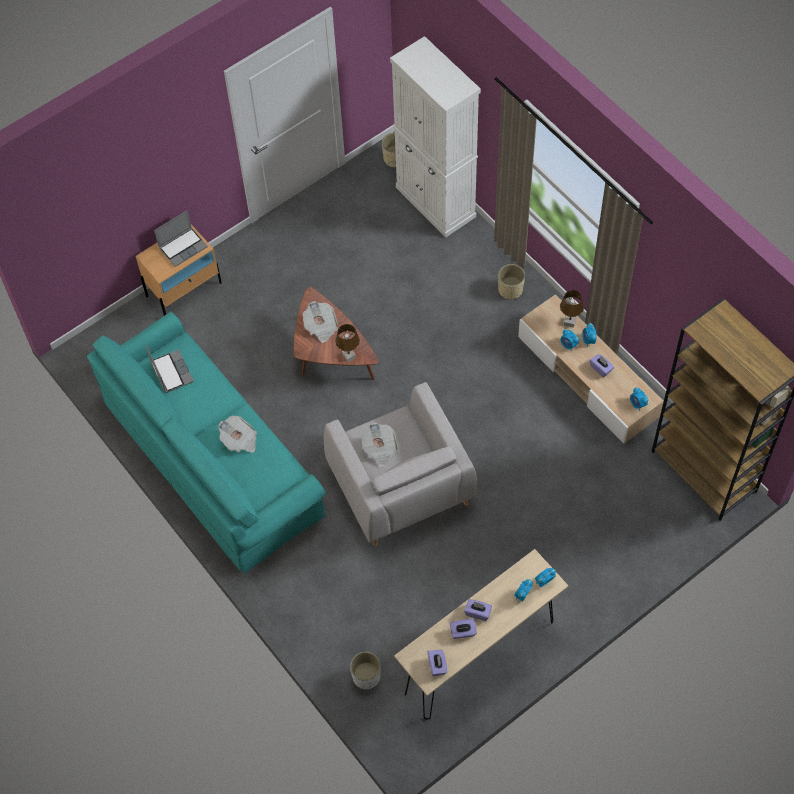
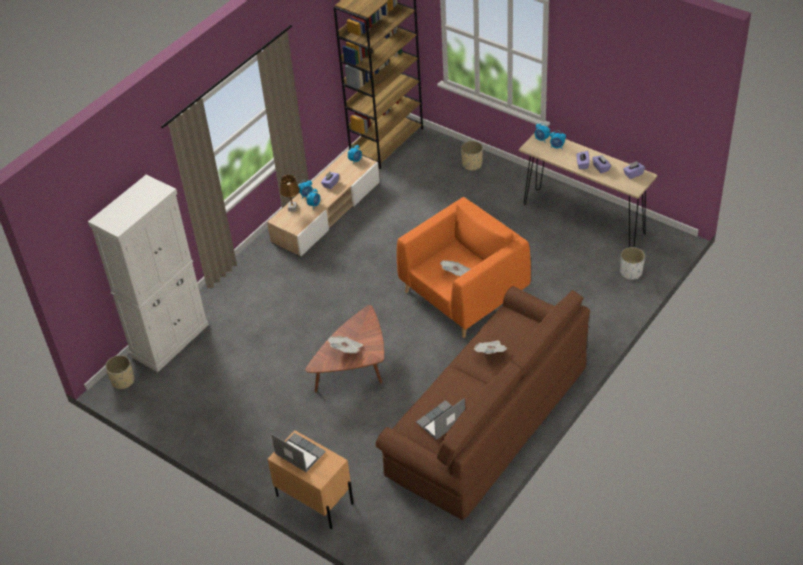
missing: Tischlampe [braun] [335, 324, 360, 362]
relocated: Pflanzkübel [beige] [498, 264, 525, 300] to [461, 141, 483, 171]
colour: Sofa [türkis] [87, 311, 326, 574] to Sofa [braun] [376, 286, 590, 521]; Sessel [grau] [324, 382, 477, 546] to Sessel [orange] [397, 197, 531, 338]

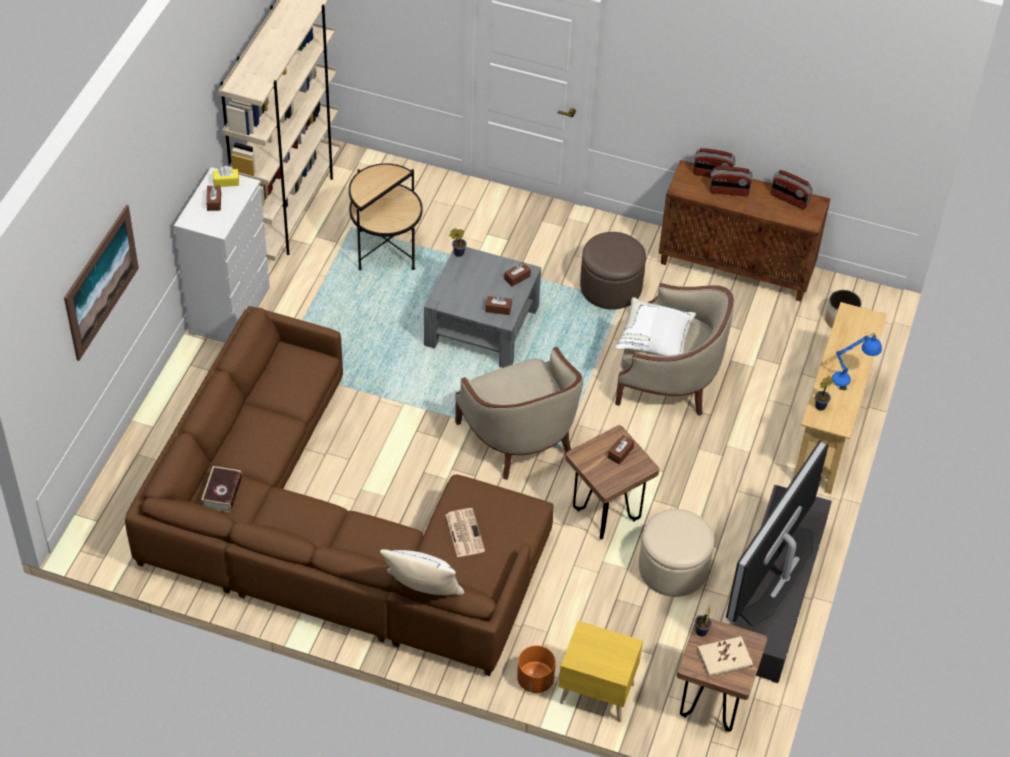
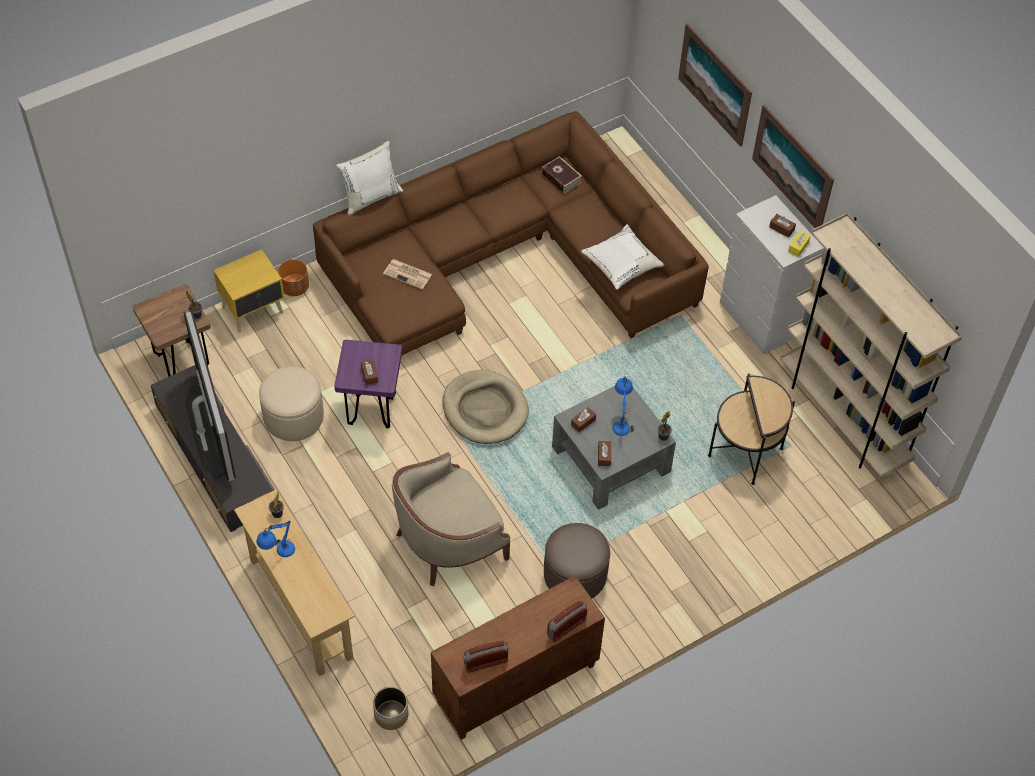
missing: Radio [710, 166, 753, 196]; Buch [beige] [697, 636, 753, 677]
appeared: Bild [752, 105, 834, 228]; Tischlampe [blau] [613, 376, 634, 437]
relocated: Kissen [weiß] [615, 297, 696, 356] to [581, 224, 664, 290]
exchanged: Sessel [beige] [455, 347, 583, 480] to Hundebett [beige] [443, 370, 529, 444]
colour: Hocker [braun] [565, 425, 659, 539] to Hocker [lila] [334, 340, 402, 428]

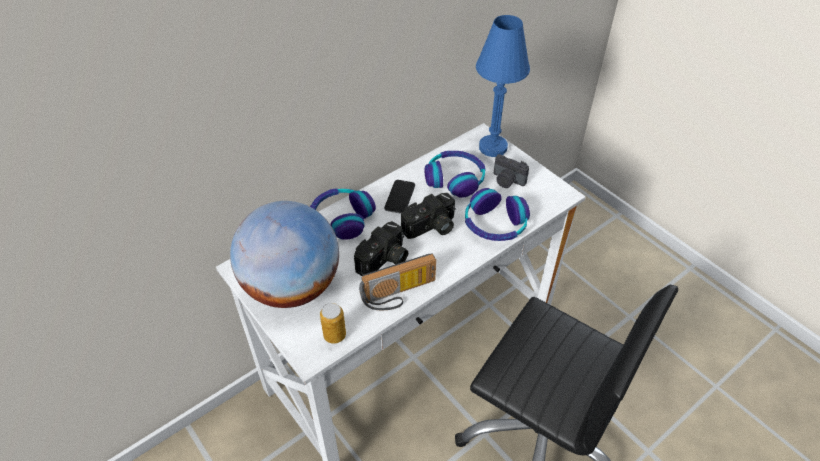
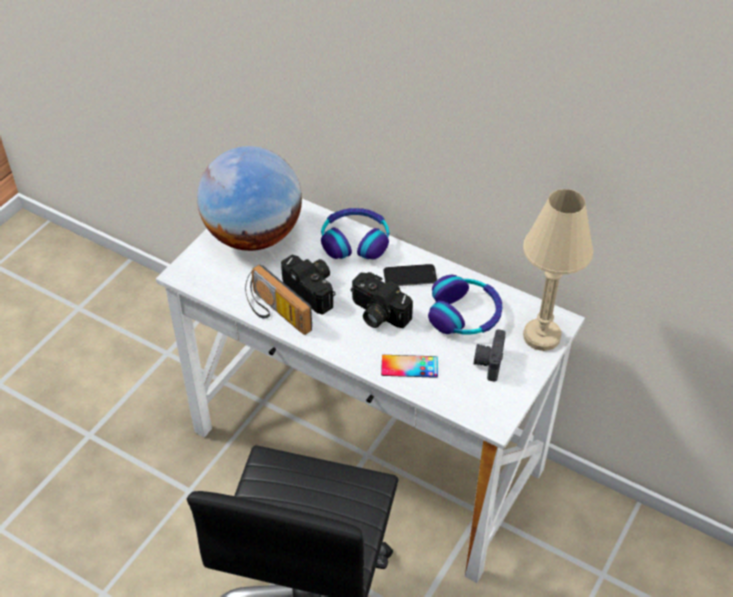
missing: Dose [320, 303, 346, 344]
exchanged: Kopfhörer [465, 188, 530, 241] to Handy [381, 355, 438, 378]
colour: Tischlampe [blau] [476, 15, 530, 157] to Tischlampe [beige] [523, 189, 593, 351]
spun: Kamera [354, 221, 408, 276] = [281, 255, 335, 315] 150 degrees counterclockwise

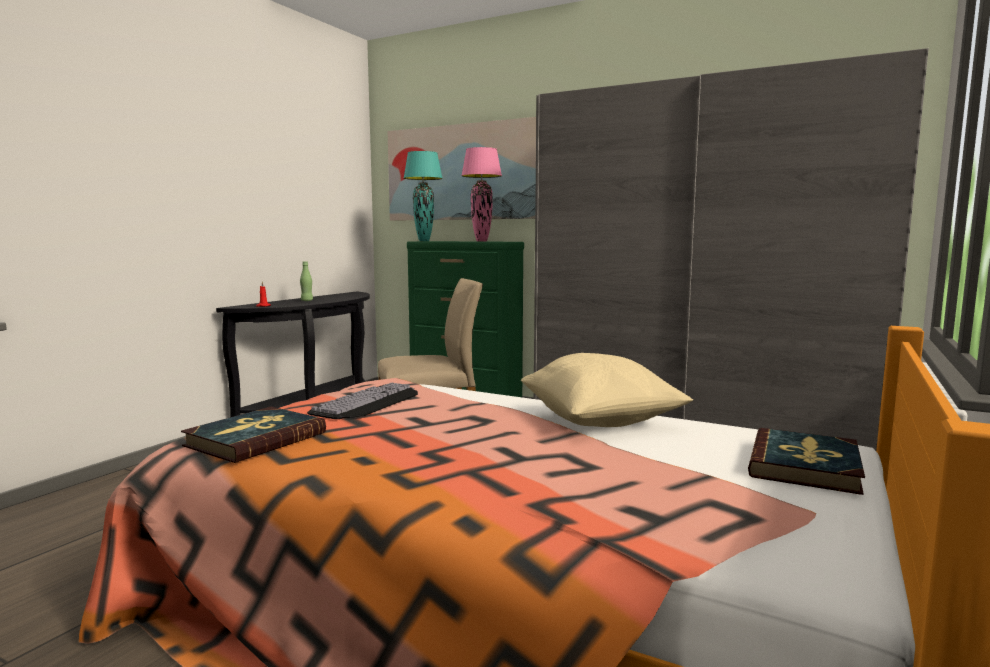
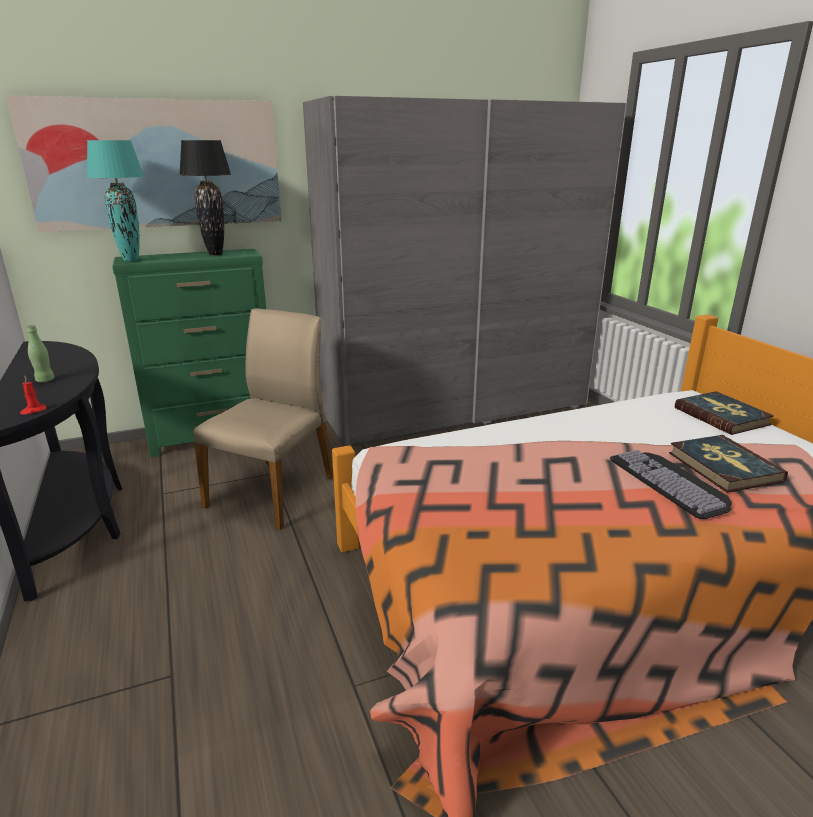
missing: Kissen [beige] [521, 353, 693, 427]
relocated: Tastatur [307, 383, 418, 419] to [610, 450, 732, 519]; Buch [181, 407, 326, 463] to [669, 435, 788, 493]
colour: Tischlampe [rosa] [461, 147, 502, 241] to Tischlampe [schwarz] [179, 140, 231, 256]

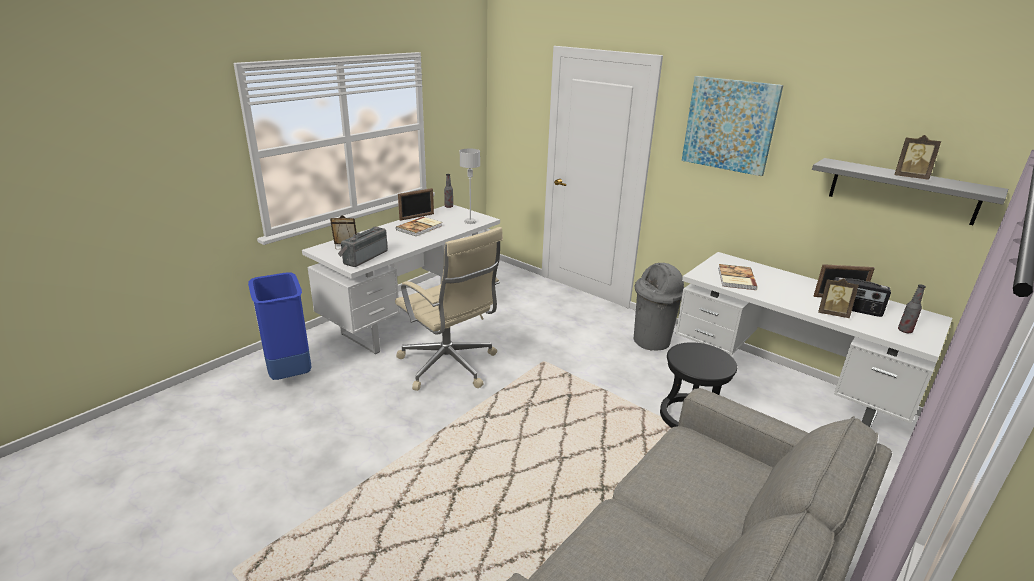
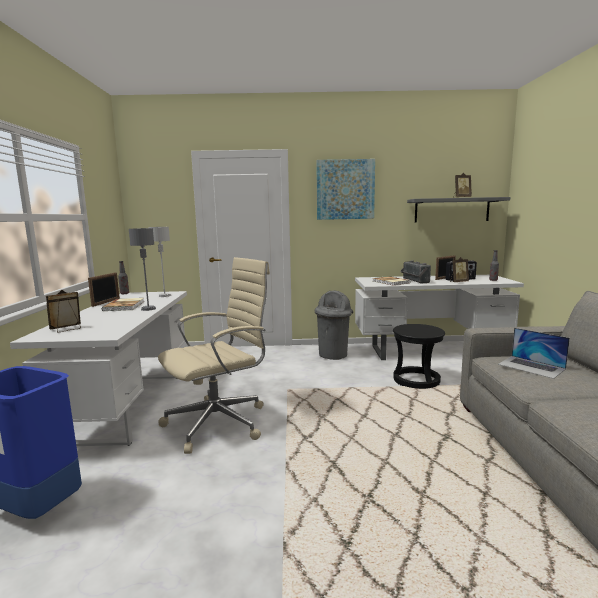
appeared: Tischlampe [grau] [129, 228, 156, 311]; Laptop [498, 328, 570, 379]
relocated: Radio [338, 227, 388, 267] to [401, 261, 431, 283]
spun: Bürostuhl [beige] [395, 227, 503, 391] = [158, 257, 270, 454] 45 degrees counterclockwise

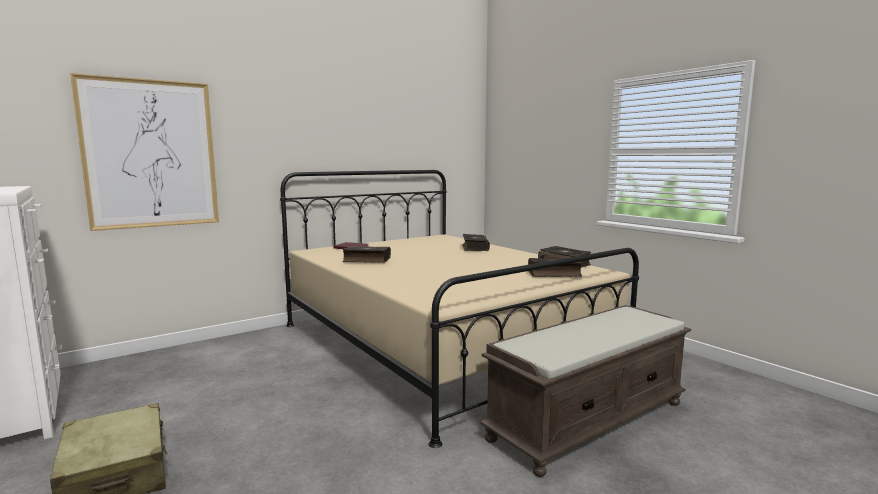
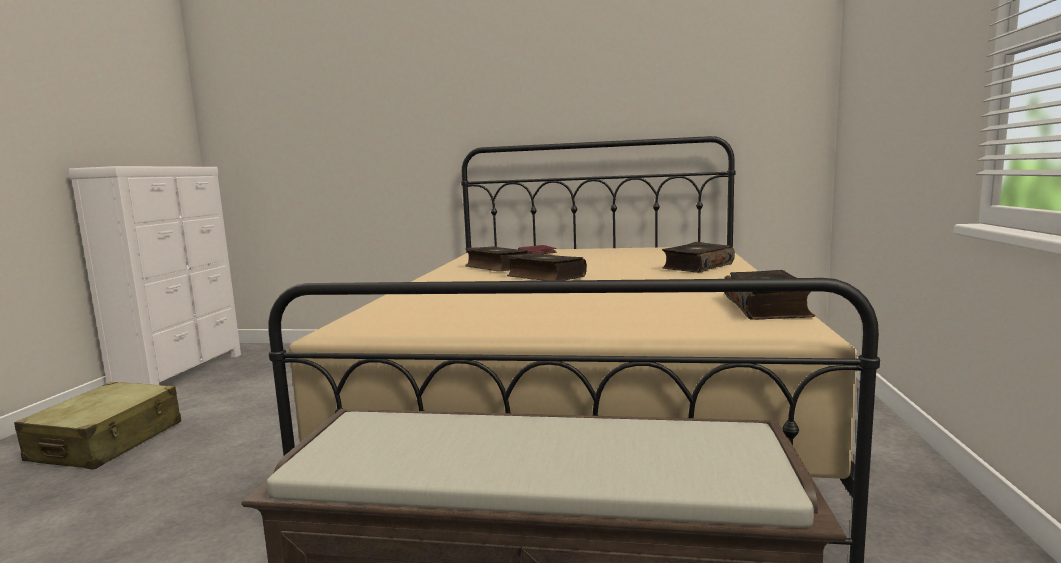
missing: Bild [70, 73, 219, 231]
relocated: Buch [528, 258, 583, 277] to [507, 253, 587, 281]

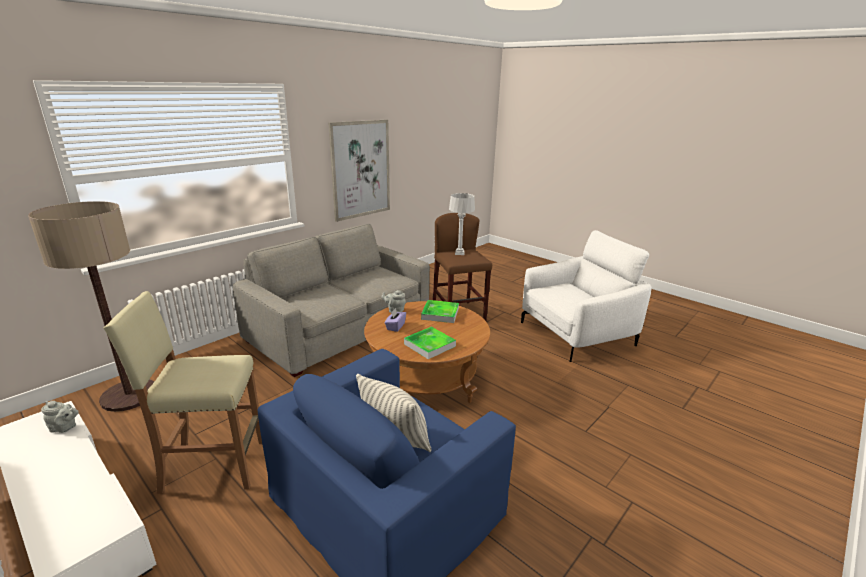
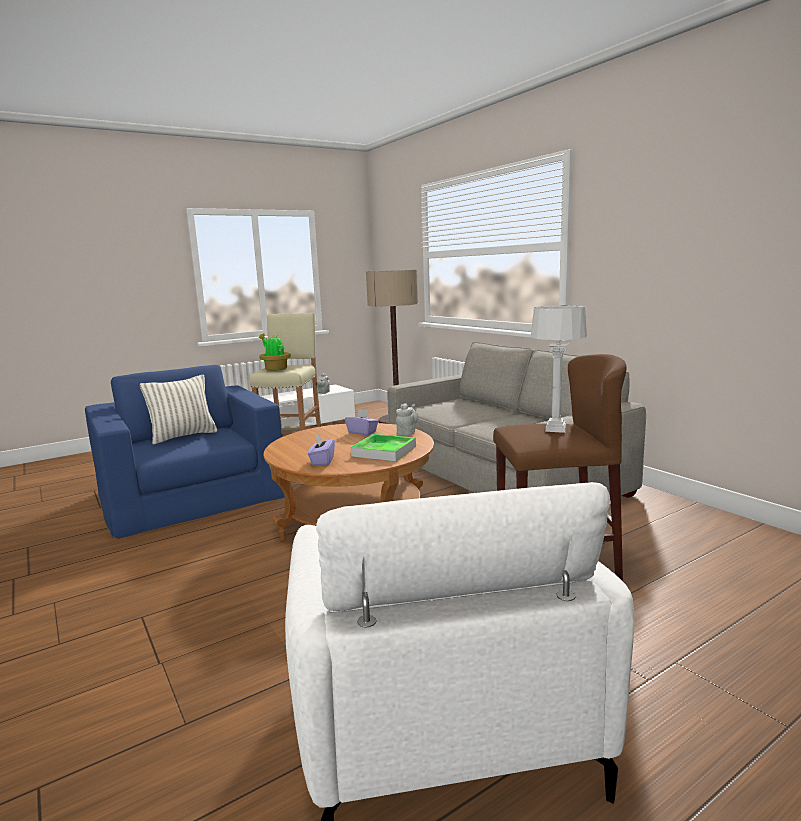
missing: Bild [329, 120, 390, 222]; Tablett [404, 327, 456, 359]
appeared: Topfpflanze [259, 333, 291, 371]; Taschentuchbox [lila] [308, 434, 335, 466]

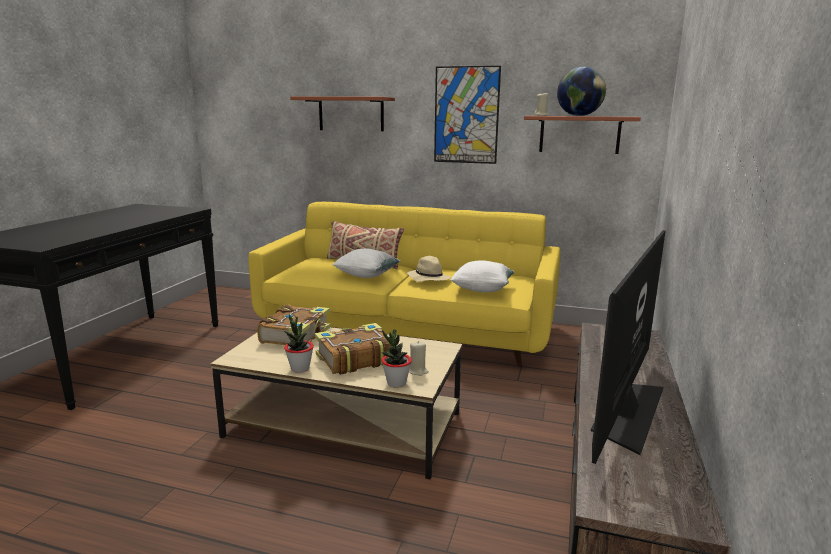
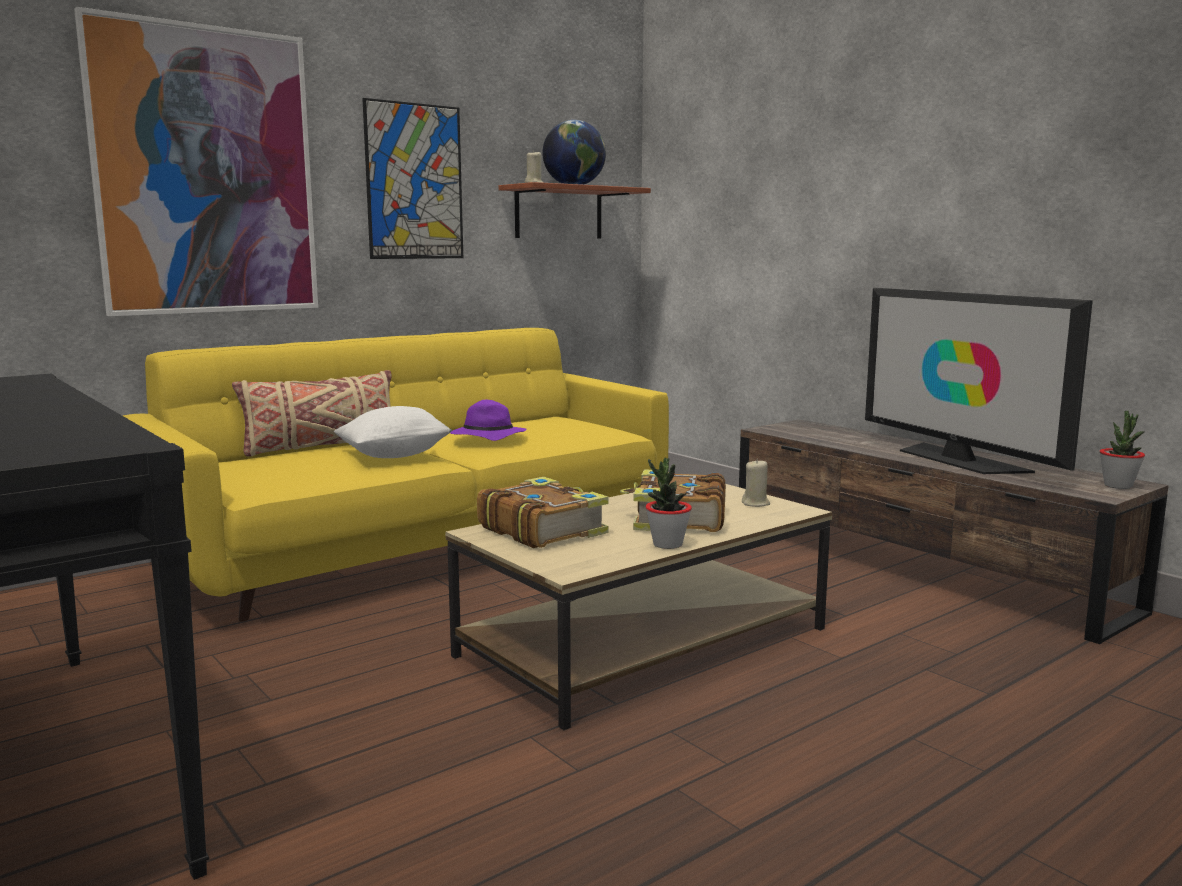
missing: Kissen [weiß] [450, 260, 514, 292]
relocated: Topfpflanze [382, 329, 412, 388] to [1100, 411, 1145, 489]
exchanged: Wandregal [290, 97, 395, 131] to Bild [74, 7, 318, 316]
colour: Hut [beige] [407, 256, 451, 282] to Hut [lila] [450, 400, 527, 441]

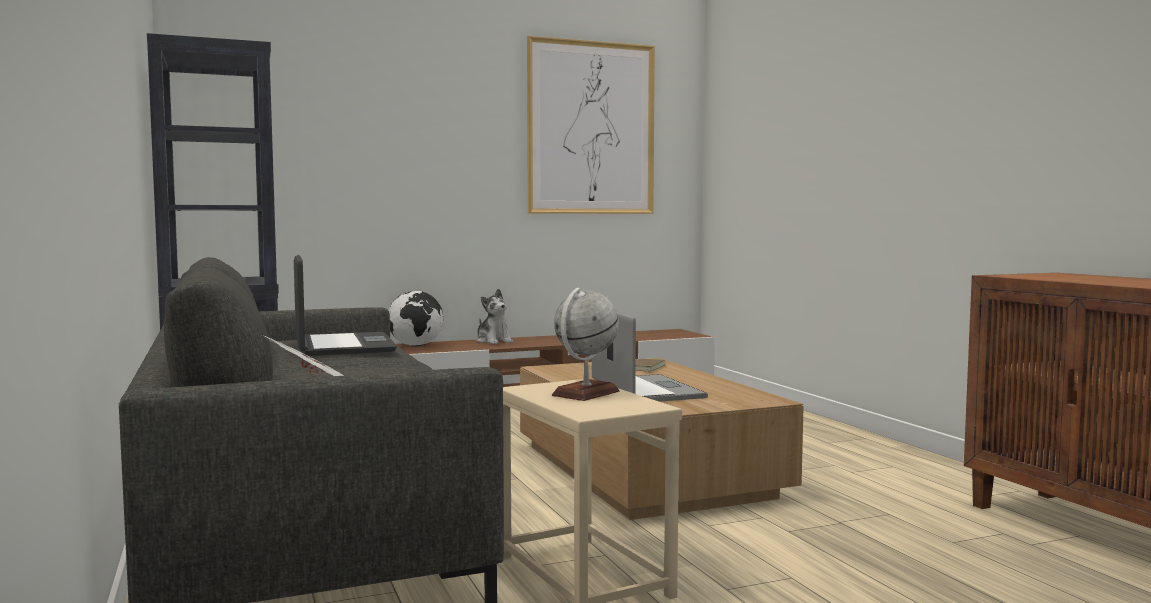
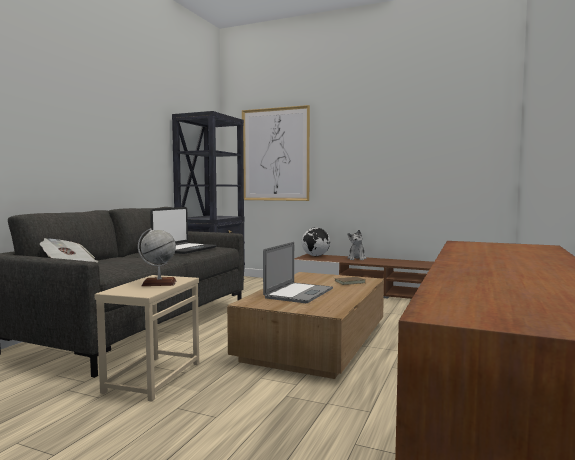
relocated: Bild [527, 36, 655, 214] to [242, 105, 310, 201]

